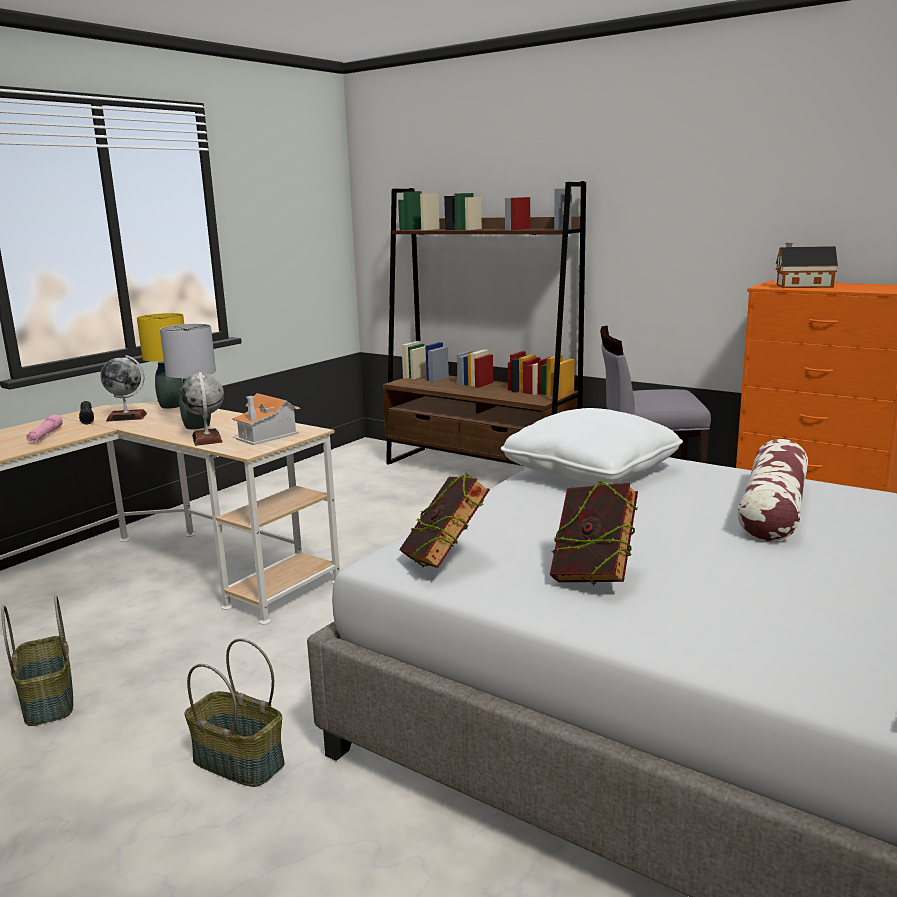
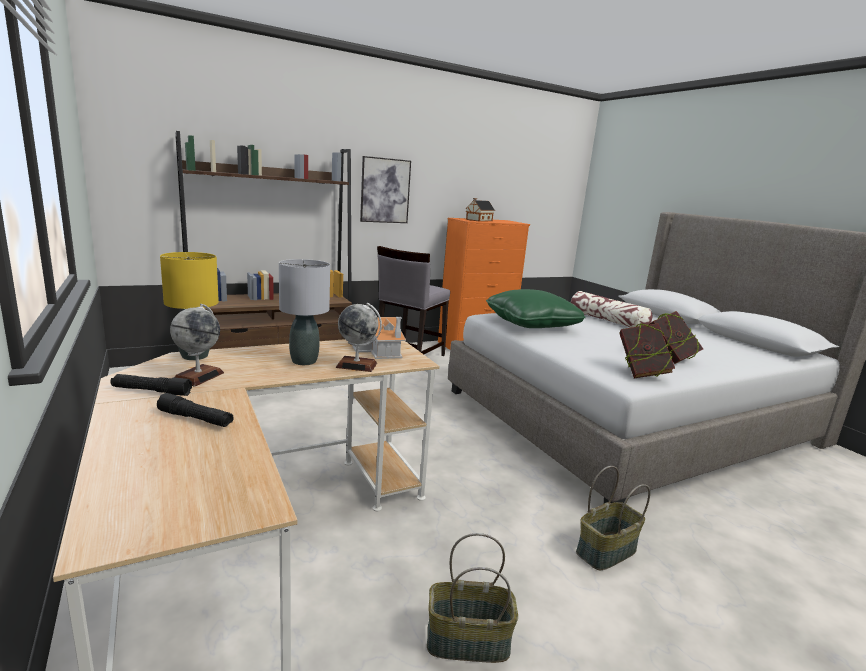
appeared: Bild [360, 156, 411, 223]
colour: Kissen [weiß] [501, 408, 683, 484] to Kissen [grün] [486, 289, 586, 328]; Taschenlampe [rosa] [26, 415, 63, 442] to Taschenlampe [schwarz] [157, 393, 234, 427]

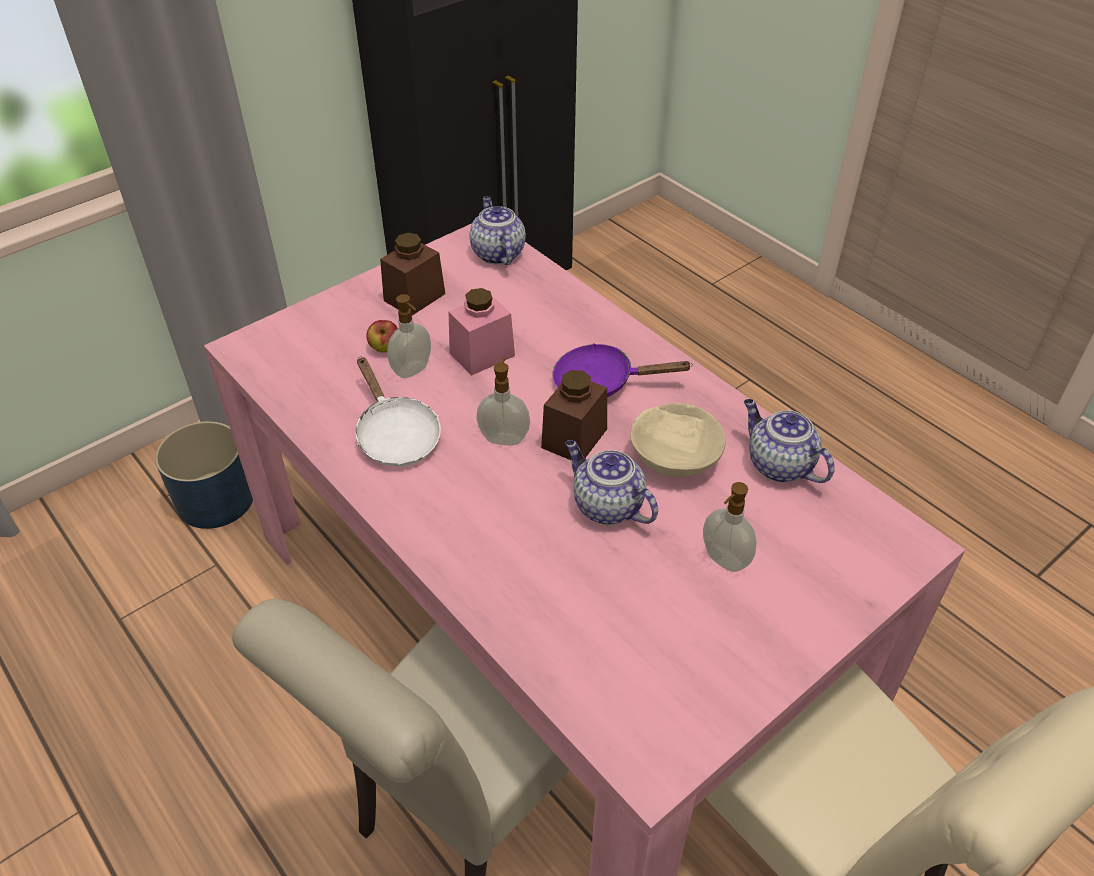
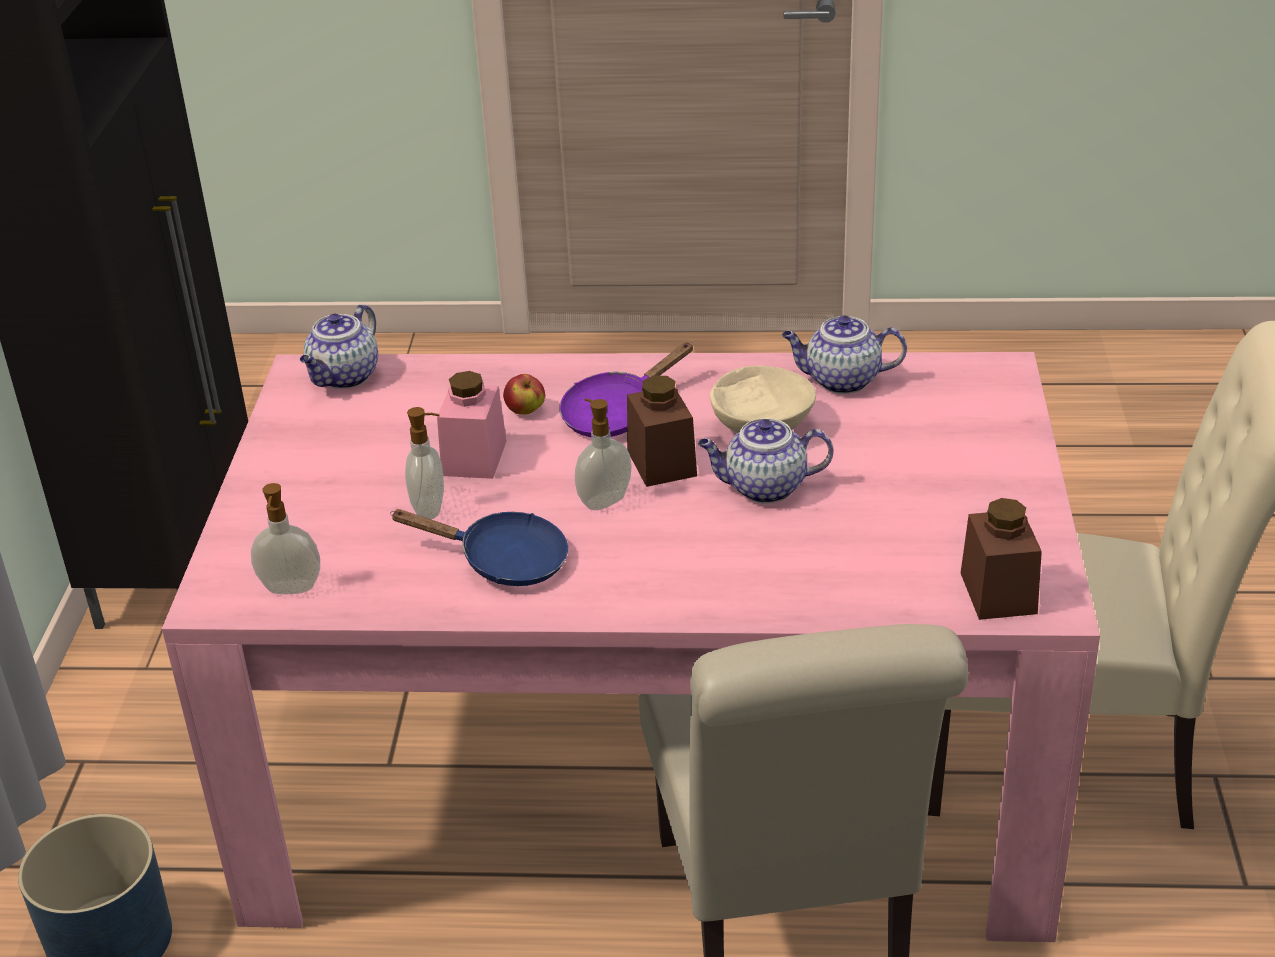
relocated: Vorratsglas [braun] [380, 233, 445, 316] to [961, 498, 1042, 620]; Apfel [366, 320, 398, 353] to [503, 374, 545, 415]; Seifenspender [703, 482, 757, 572] to [251, 483, 320, 594]
colour: Pfanne [weiß] [356, 357, 441, 467] to Pfanne [blau] [390, 509, 568, 586]
spun: Teekanne [469, 196, 526, 265] = [300, 304, 378, 389] 90 degrees counterclockwise

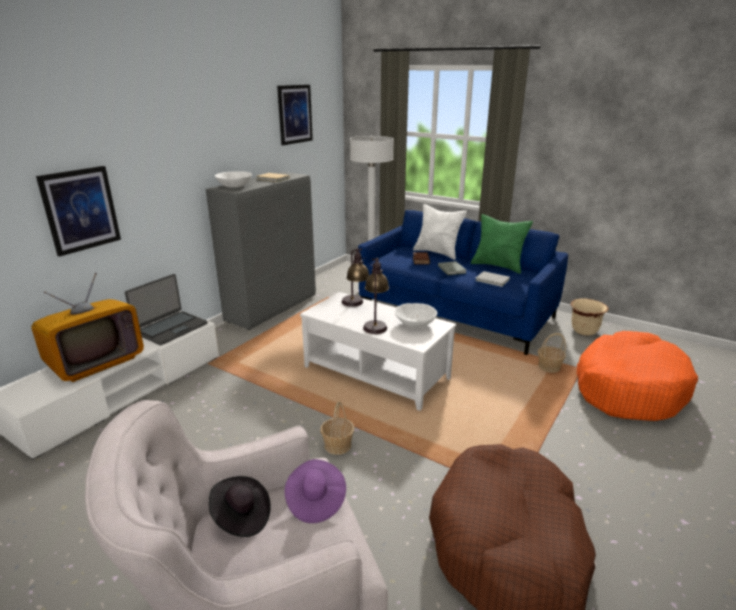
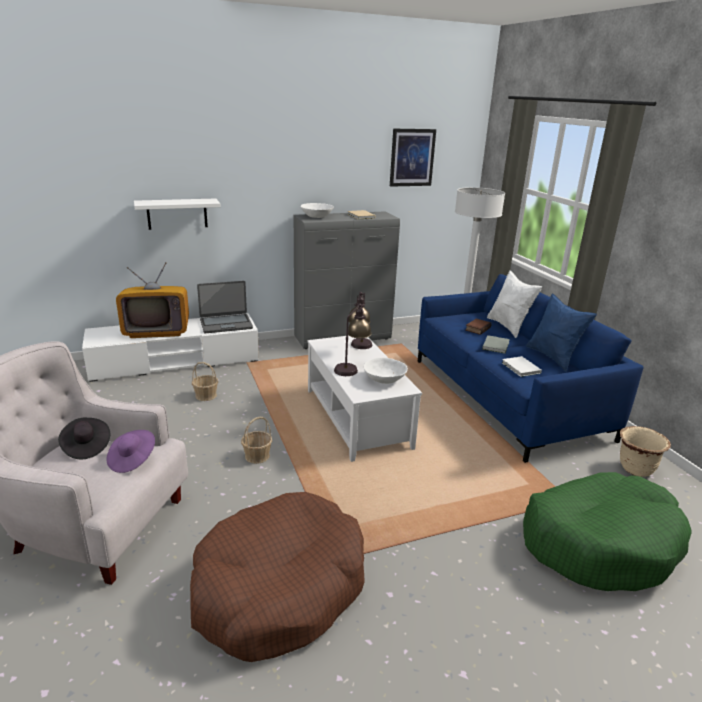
relocated: Korb [538, 333, 566, 373] to [192, 362, 218, 401]
exchanged: Bild [36, 166, 121, 257] to Wandregal [weiß] [134, 198, 221, 230]
colour: Kissen [grün] [471, 214, 533, 274] to Kissen [blau] [526, 293, 597, 372]; Hundebett [orange] [577, 331, 698, 421] to Hundebett [grün] [523, 472, 692, 591]

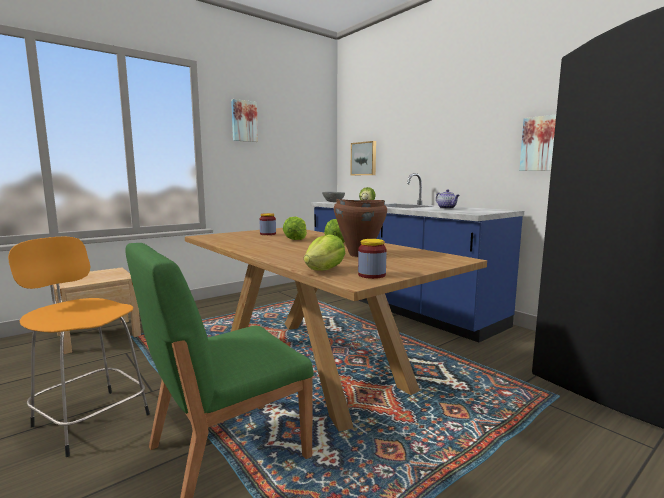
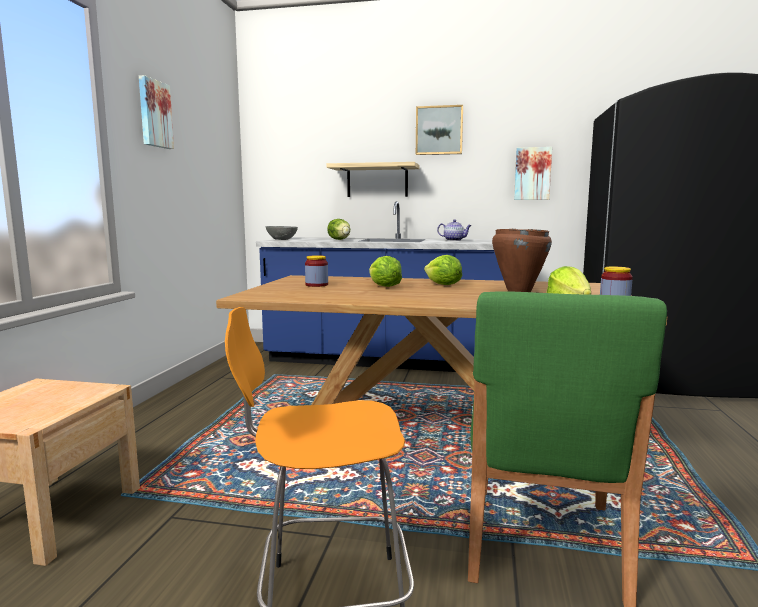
appeared: Wandregal [326, 162, 420, 197]
relocated: Bild [351, 141, 376, 175] to [416, 105, 463, 155]

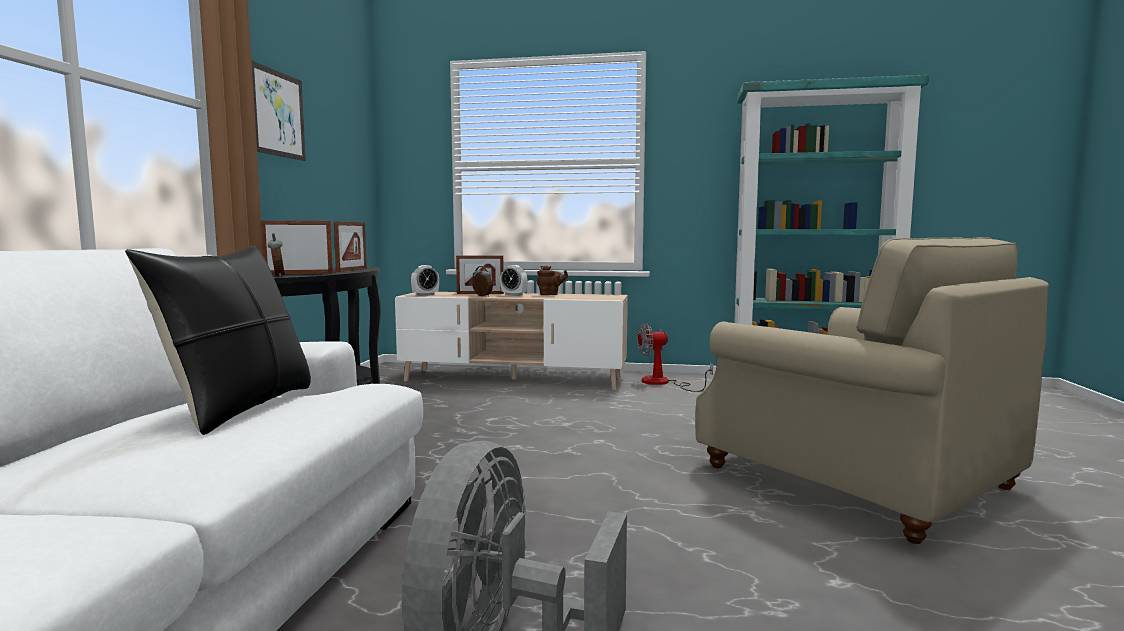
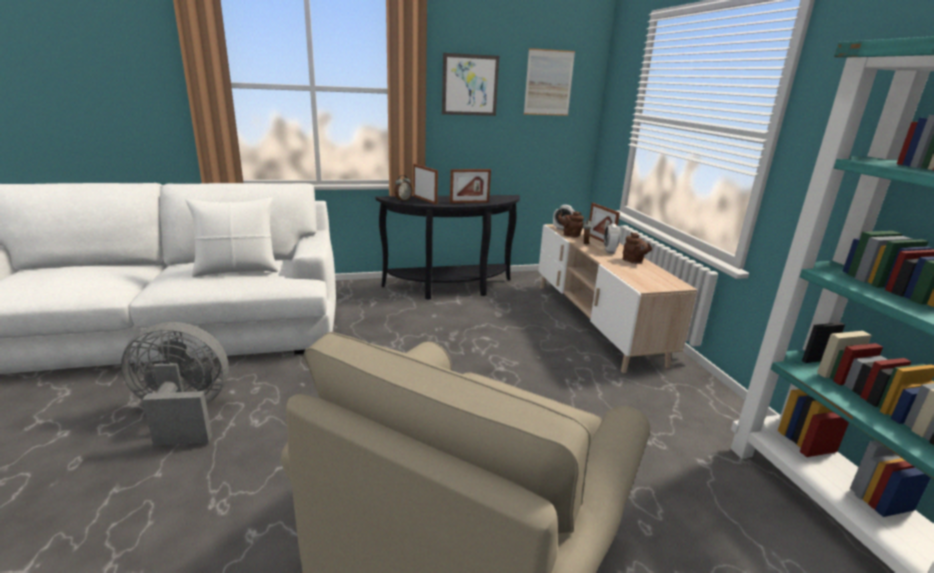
missing: Ventilator [637, 323, 713, 392]
appeared: Bild [524, 48, 575, 116]; Teekanne [braun] [558, 211, 584, 238]
colour: Kissen [schwarz] [125, 246, 311, 435] to Kissen [weiß] [185, 197, 278, 277]

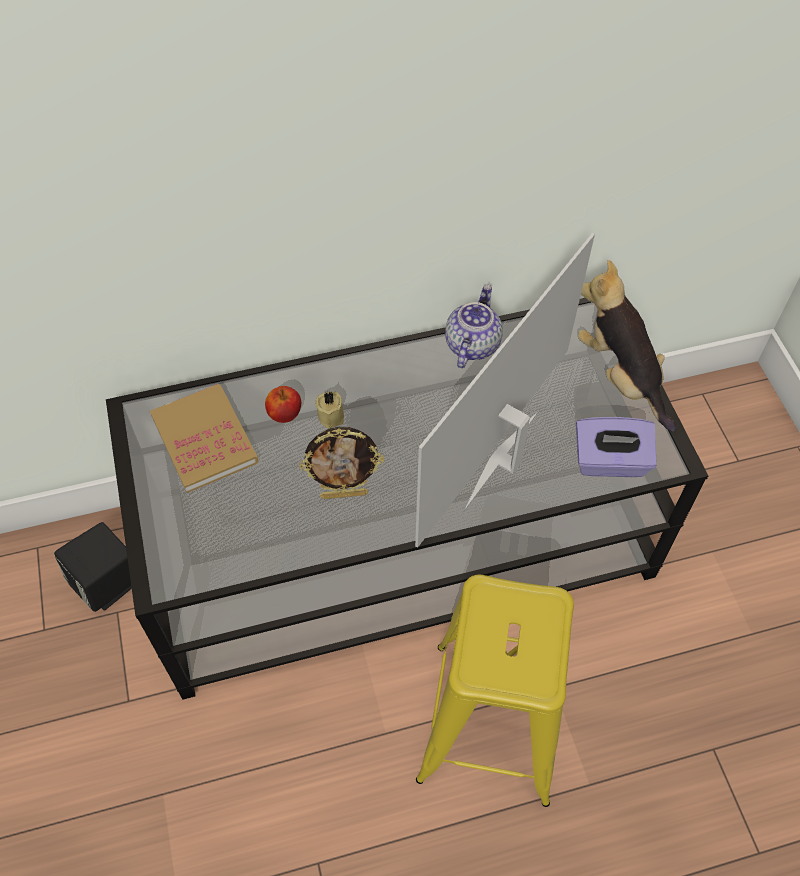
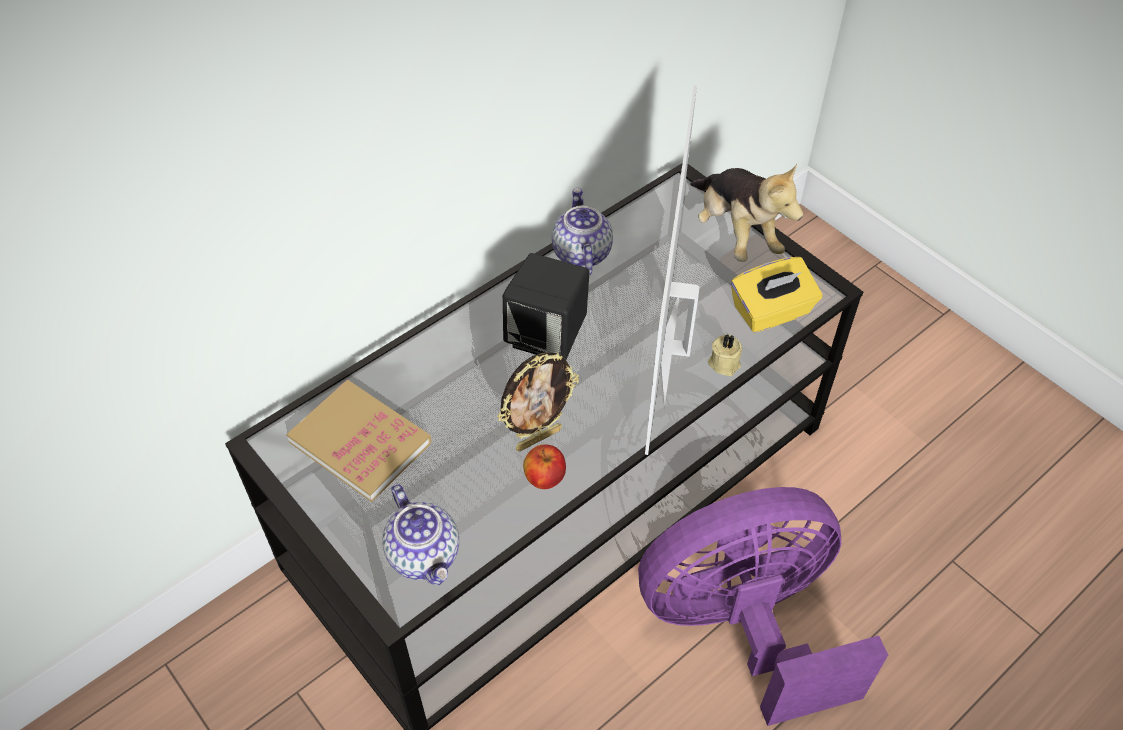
appeared: Teekanne [382, 484, 459, 585]
relocated: Apfel [265, 386, 301, 423] to [523, 444, 566, 489]; Kerze [beige] [315, 391, 344, 429] to [708, 334, 742, 376]; Lautsprecher [schwarz] [54, 522, 132, 612] to [503, 253, 590, 360]
exchanged: Hocker [gelb] [416, 575, 574, 807] to Ventilator [lila] [638, 487, 888, 726]
colour: Taschentuchbox [lila] [576, 417, 657, 477] to Taschentuchbox [gelb] [731, 257, 822, 333]
spun: Plüschtier [578, 260, 676, 432] = [690, 164, 803, 262] 150 degrees counterclockwise

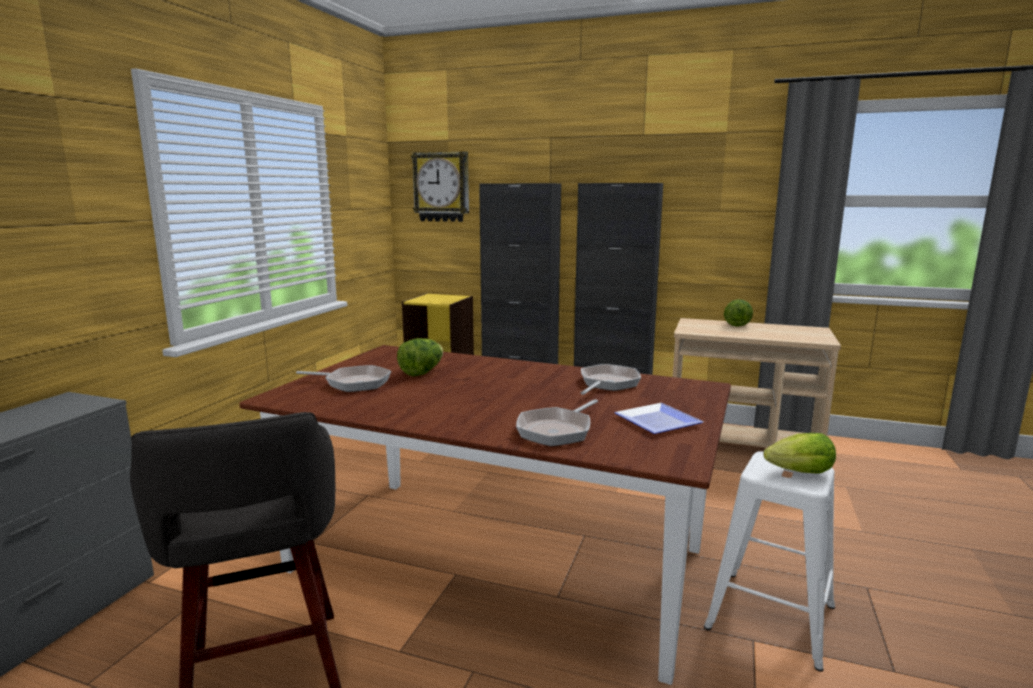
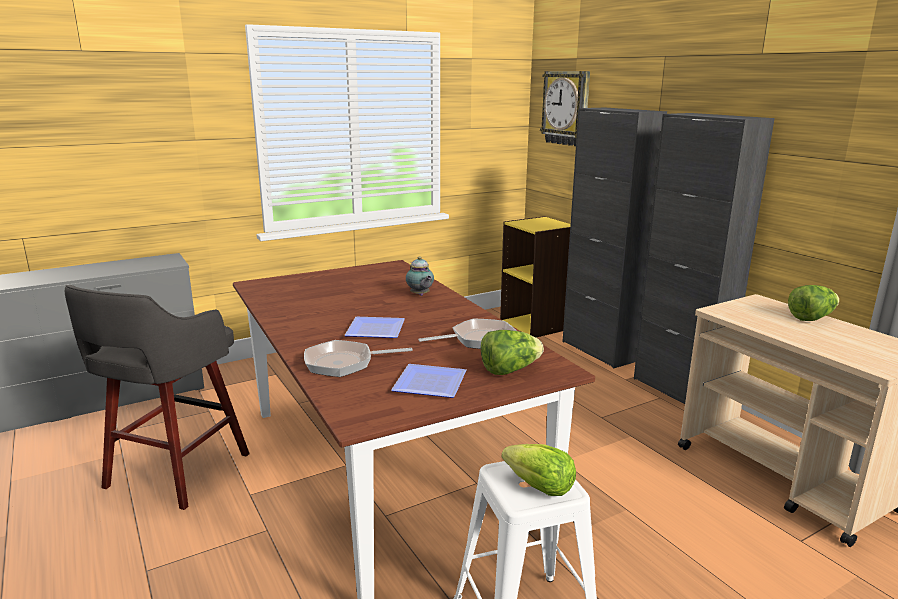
missing: Pfanne [296, 365, 391, 392]
appeared: Teekanne [406, 256, 434, 296]; Teller [344, 317, 405, 338]
relocated: Salatkopf [397, 338, 443, 376] to [481, 330, 544, 375]

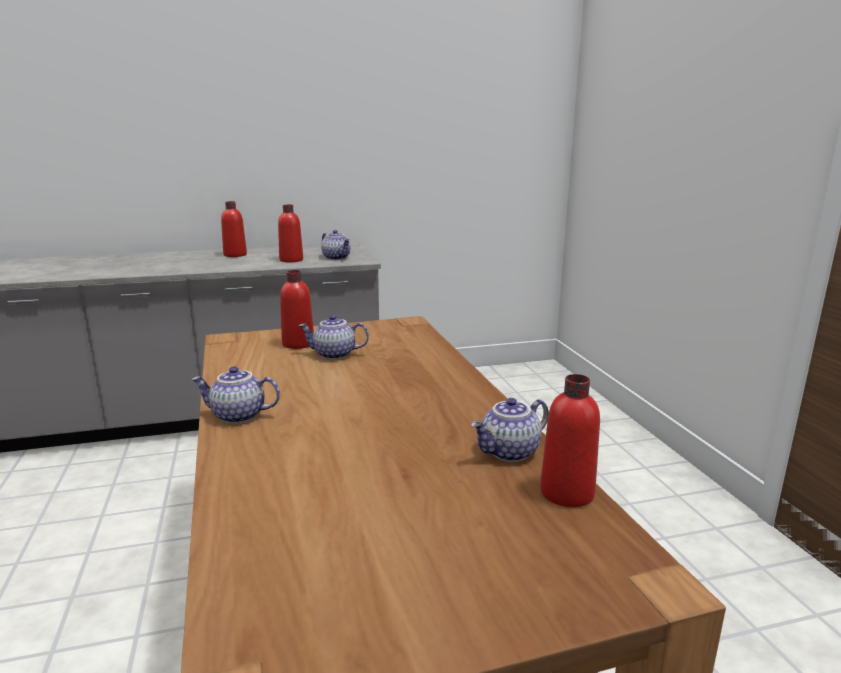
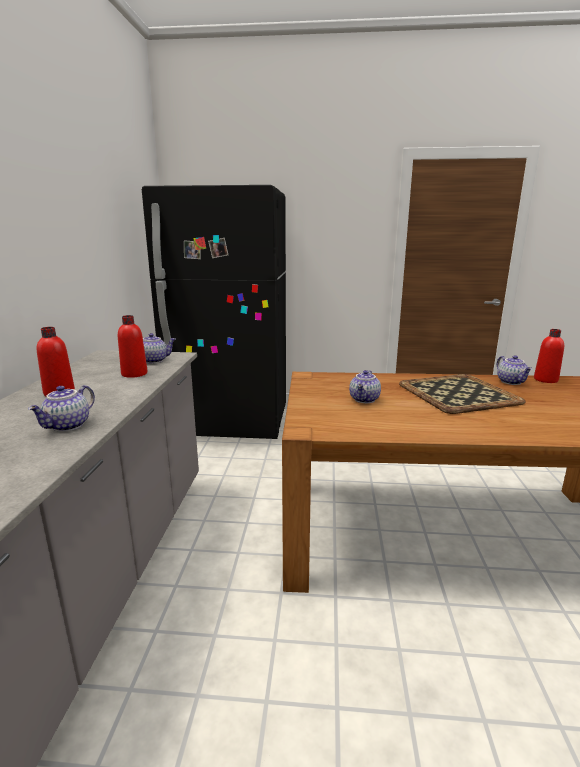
missing: Flasche [rot] [280, 270, 314, 349]
appeared: Kühlschrank [schwarz] [142, 185, 286, 439]; Tablett [399, 374, 526, 414]
relocated: Teekanne [192, 366, 280, 424] to [28, 385, 95, 432]

